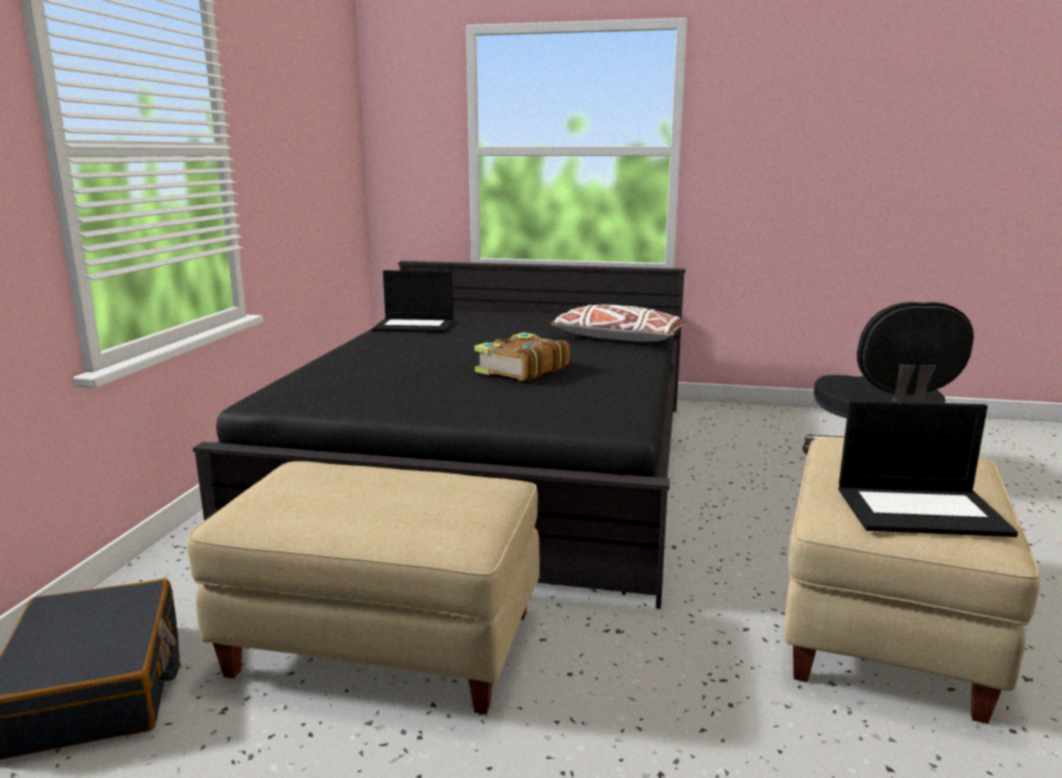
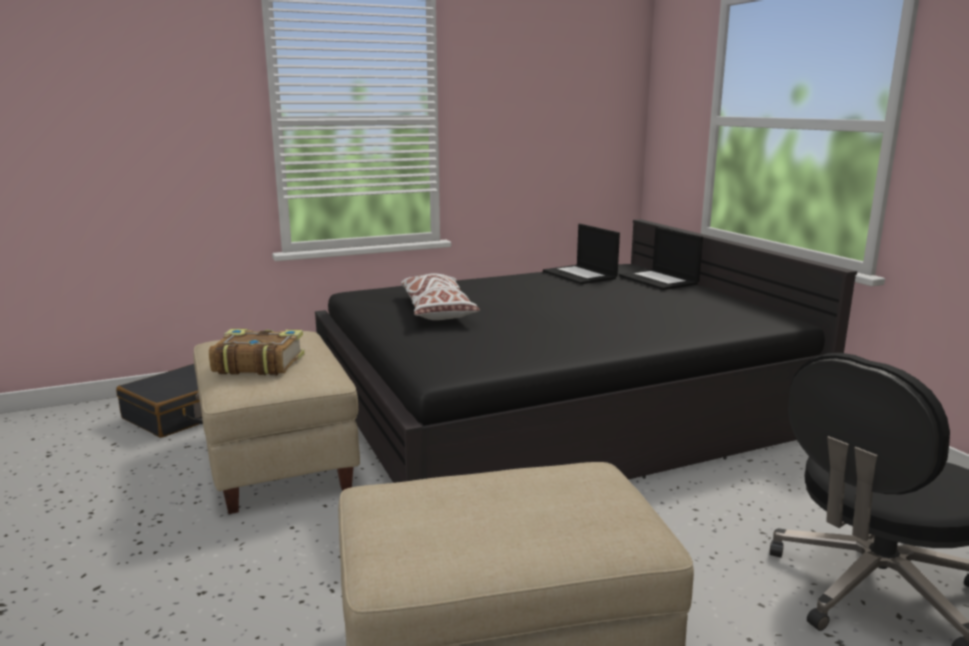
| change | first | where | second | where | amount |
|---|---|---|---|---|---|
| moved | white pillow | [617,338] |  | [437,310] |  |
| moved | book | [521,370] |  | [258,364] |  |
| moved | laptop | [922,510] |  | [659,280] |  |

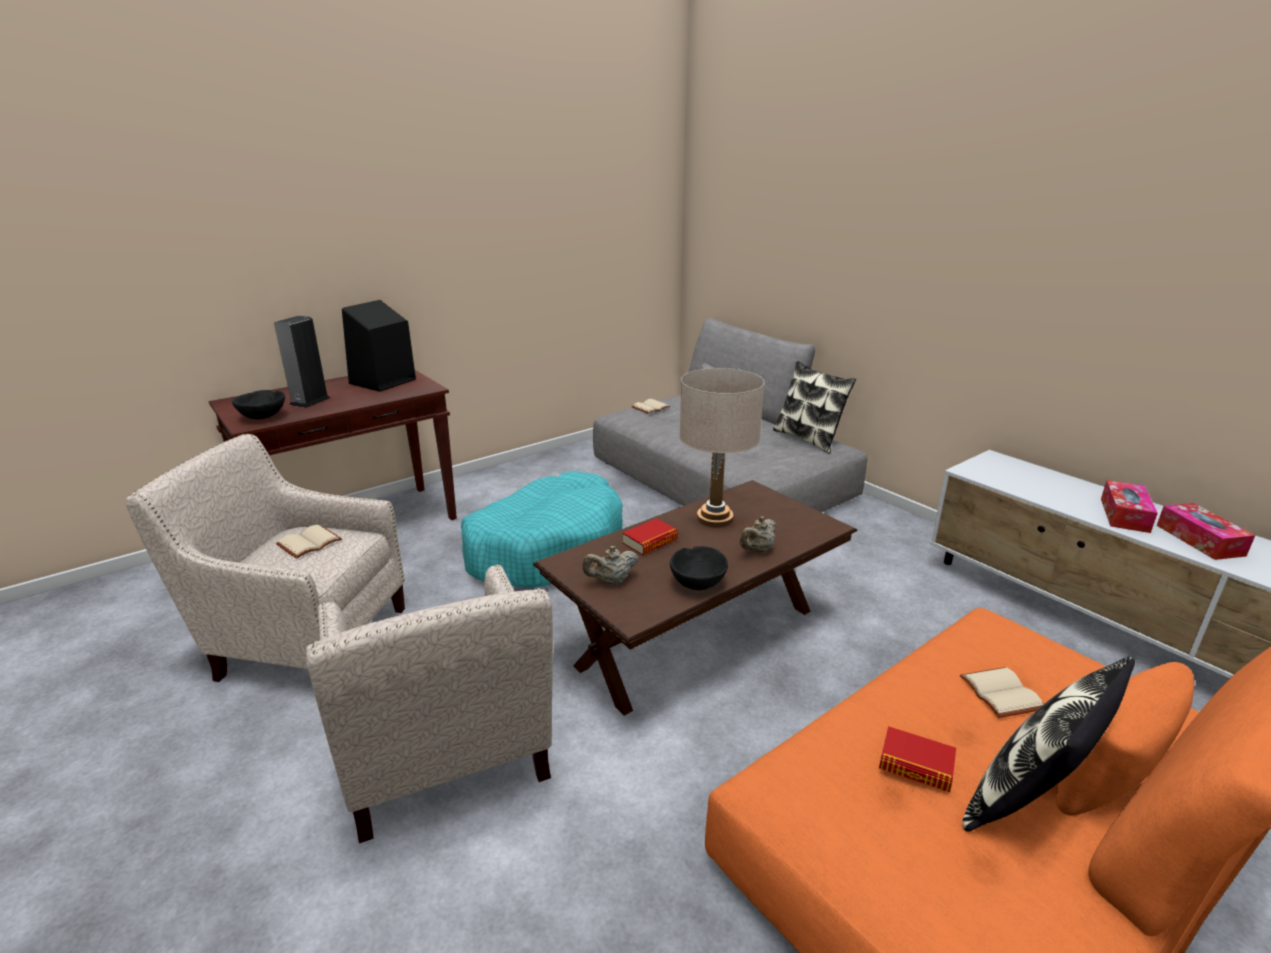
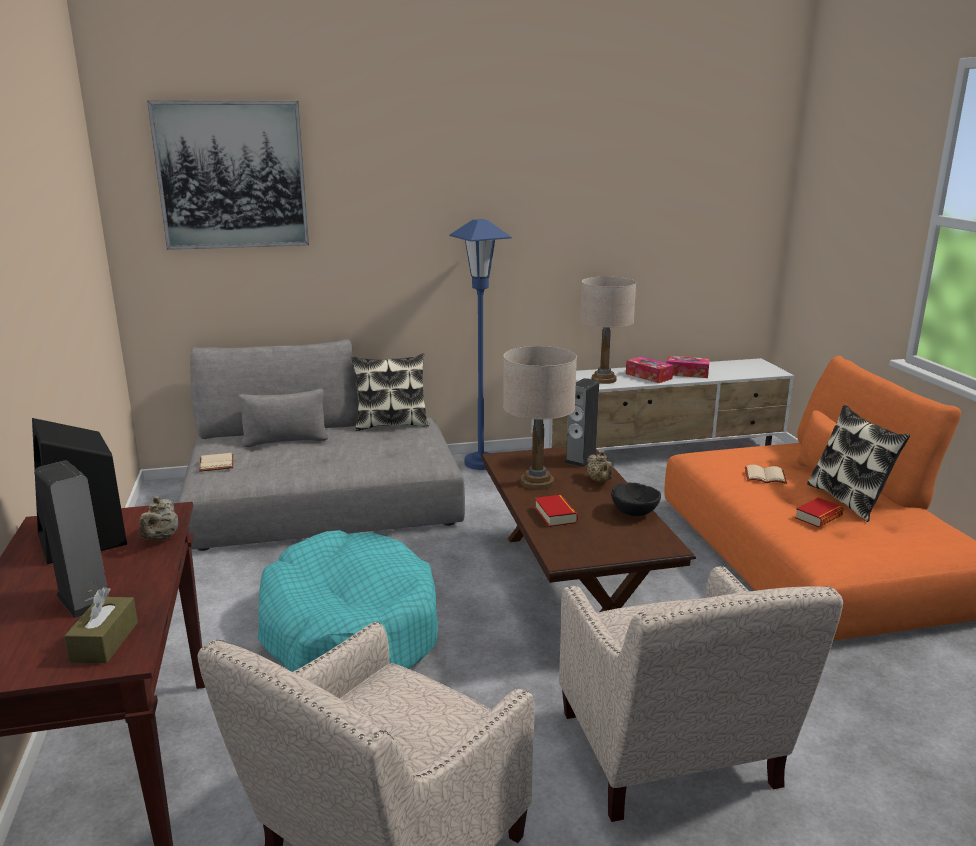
| change | first | where | second | where | amount |
|---|---|---|---|---|---|
| replaced | black bowl | [263,417] | brown tissue box | [105,642] |  |
| removed | beige book | [309,544] |  |  |  |
| moved | beige teapot | [611,581] |  | [161,538] |  |
| turned | beige armchair | [445,764] |  | [670,761] | 75 degrees clockwise |
| added |  |  | picture | [232,175] |  |
| added |  |  | blue floor lamp | [481,463] |  |
| added |  |  | beige table lamp | [603,380] |  |
| added |  |  | speaker | [581,460] |  |

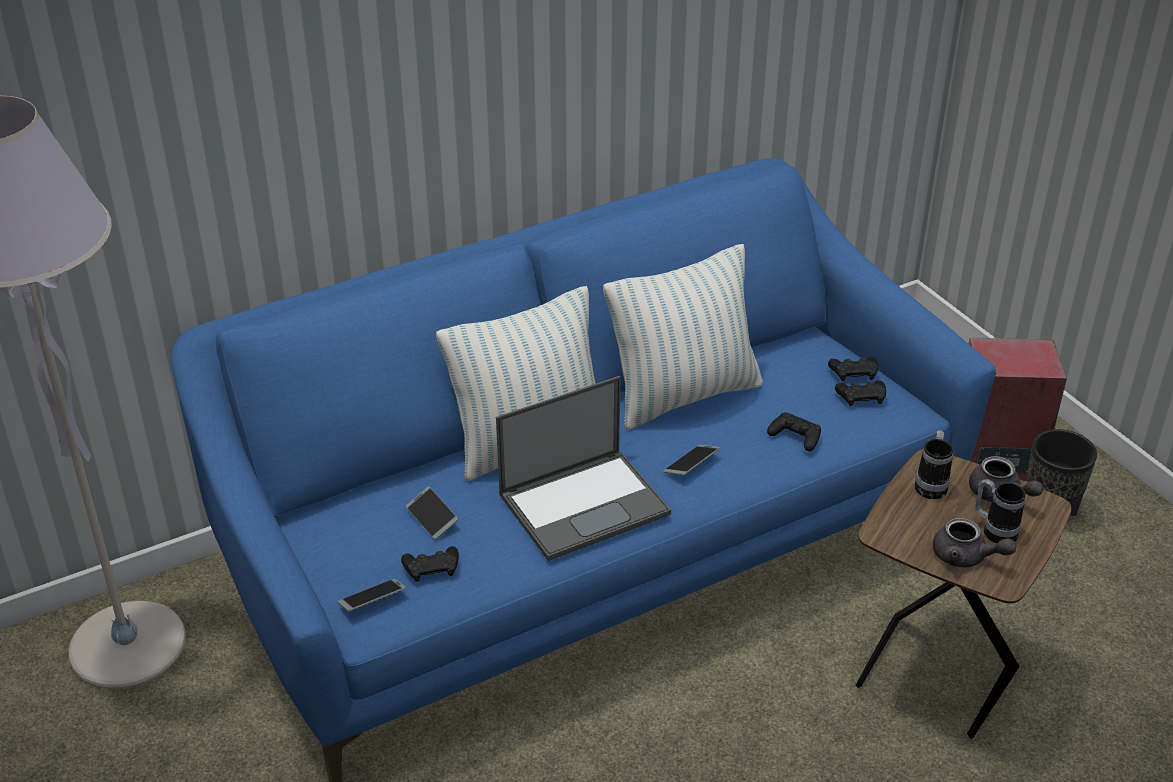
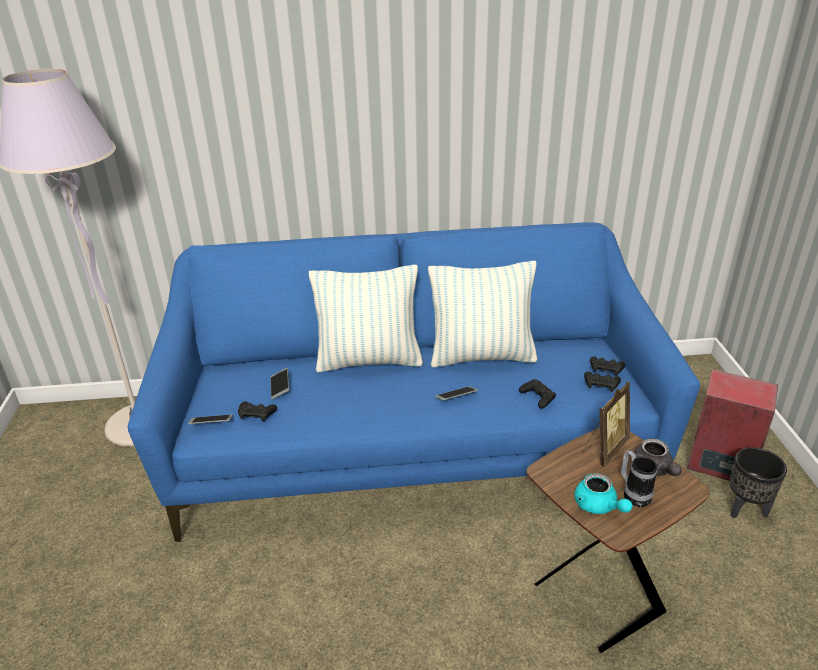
| change | first | where | second | where | amount |
|---|---|---|---|---|---|
| removed | laptop | [585,503] |  |  |  |
| replaced | mug | [931,484] | picture frame | [604,449] |  |
| recoloured | grey teapot | [966,557] | turquoise teapot | [598,506] |  |

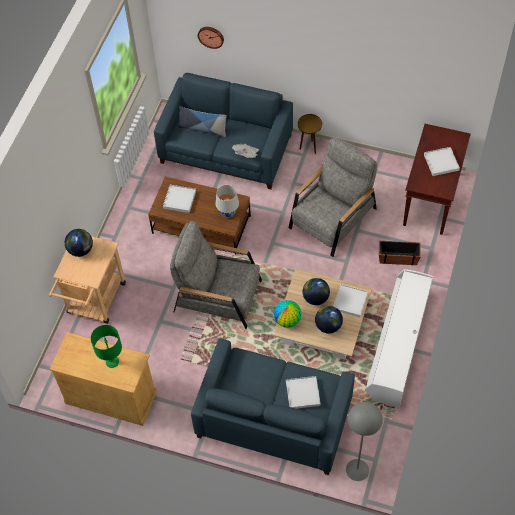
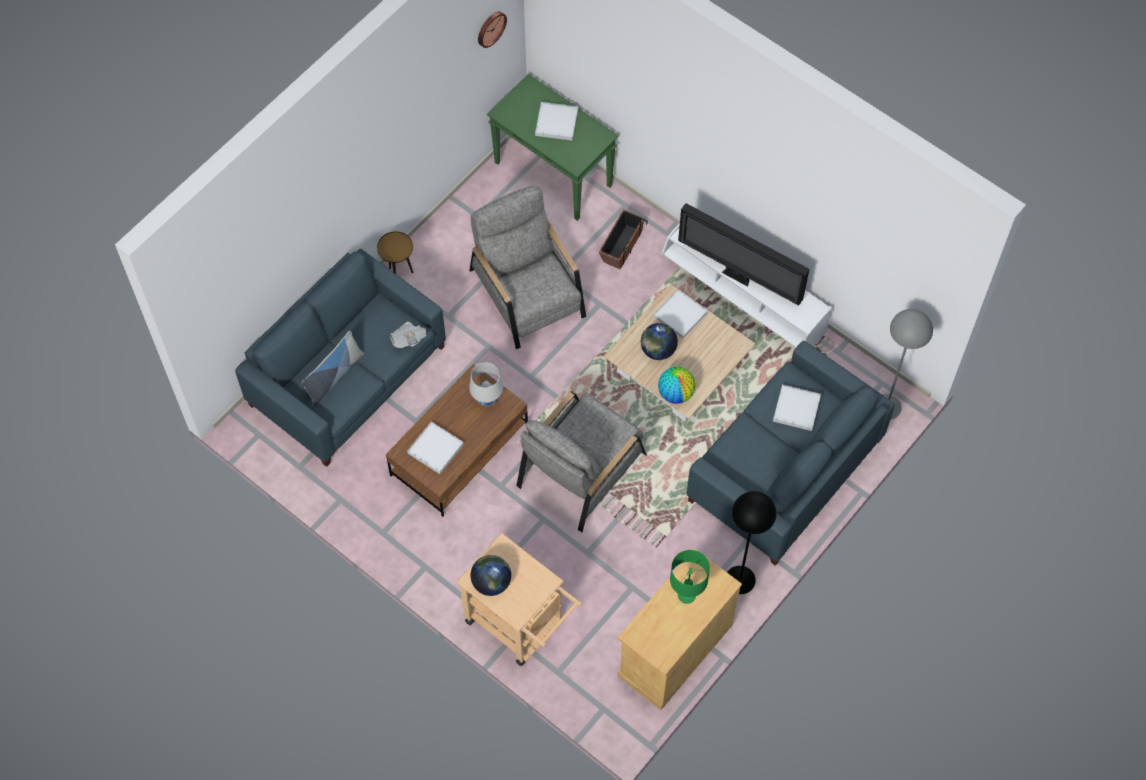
| change | first | where | second | where | amount |
|---|---|---|---|---|---|
| moved | wall clock | [211,36] |  | [490,28] |  |
| recoloured | brown console table | [431,200] | green console table | [554,174] |  |
| removed | globe | [328,326] |  |  |  |
| added |  |  | television | [738,277] |  |
| added |  |  | black floor lamp | [740,580] |  |

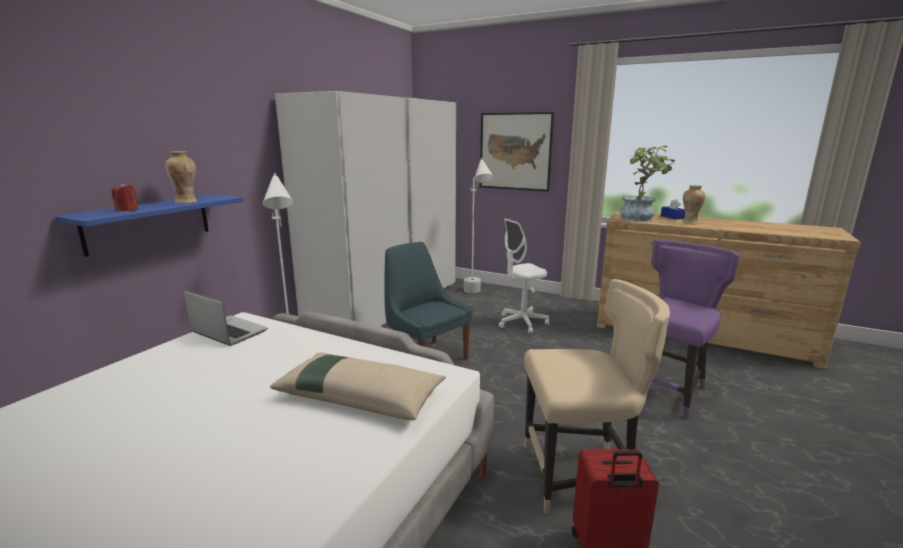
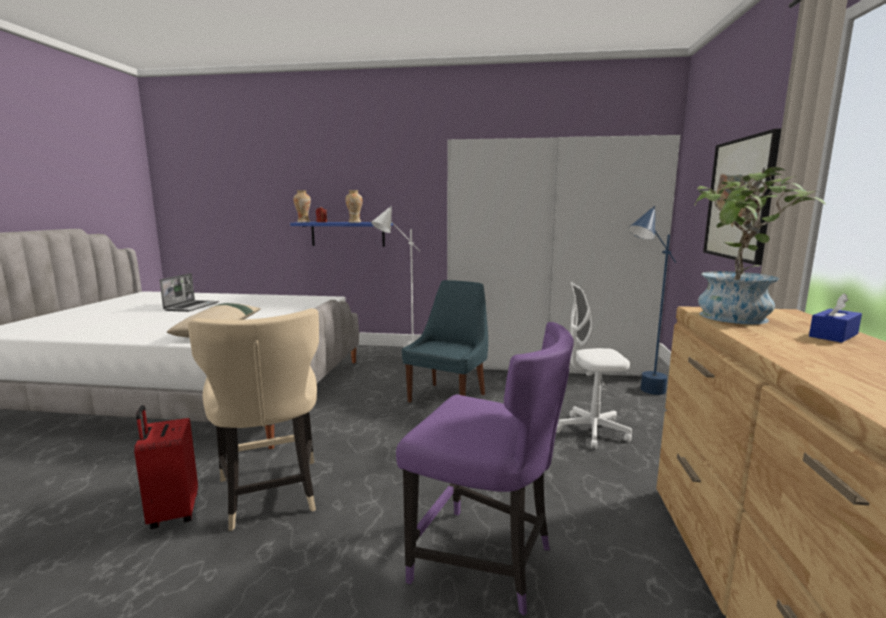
| change | first | where | second | where | amount |
|---|---|---|---|---|---|
| recoloured | white floor lamp | [476,295] | blue floor lamp | [641,394] |  |
| moved | vase | [690,223] |  | [303,222] |  |
| turned | white office chair | [522,323] |  | [591,431] | 45 degrees counterclockwise |
| moved | laptop | [228,332] |  | [192,306] |  |

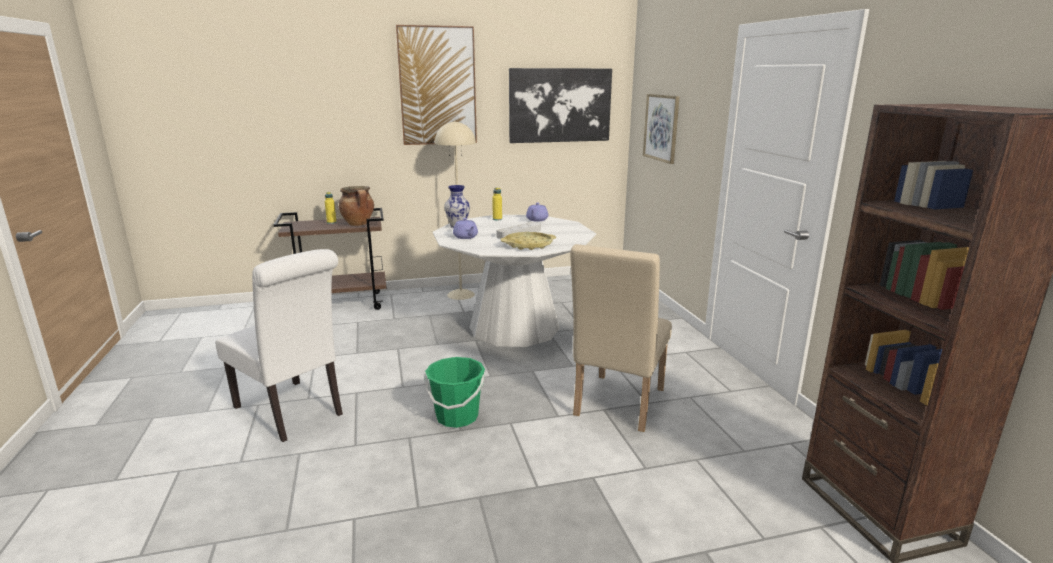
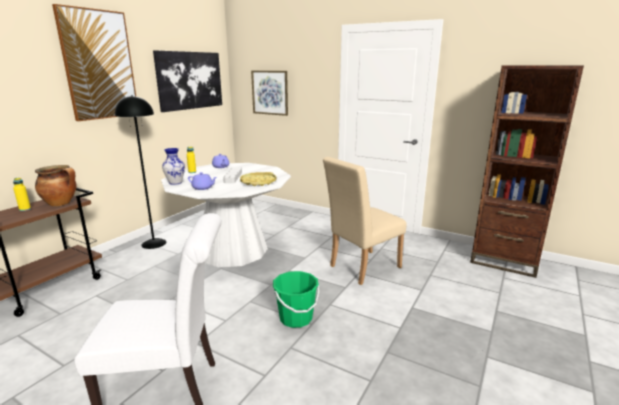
| change | first | where | second | where | amount |
|---|---|---|---|---|---|
| recoloured | beige floor lamp | [461,294] | black floor lamp | [154,243] |  |
| turned | beige chair | [616,405] |  | [361,268] | 75 degrees clockwise |

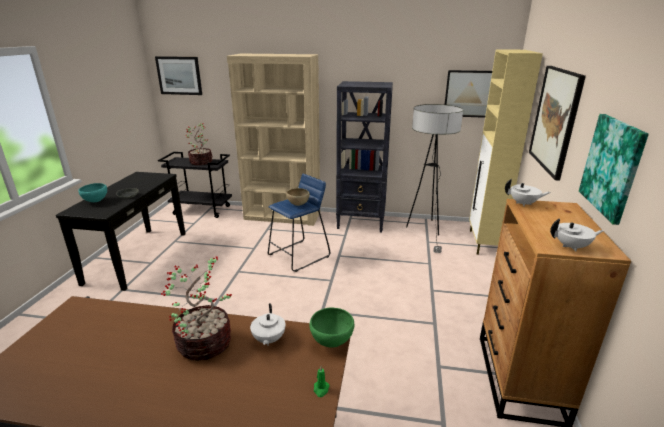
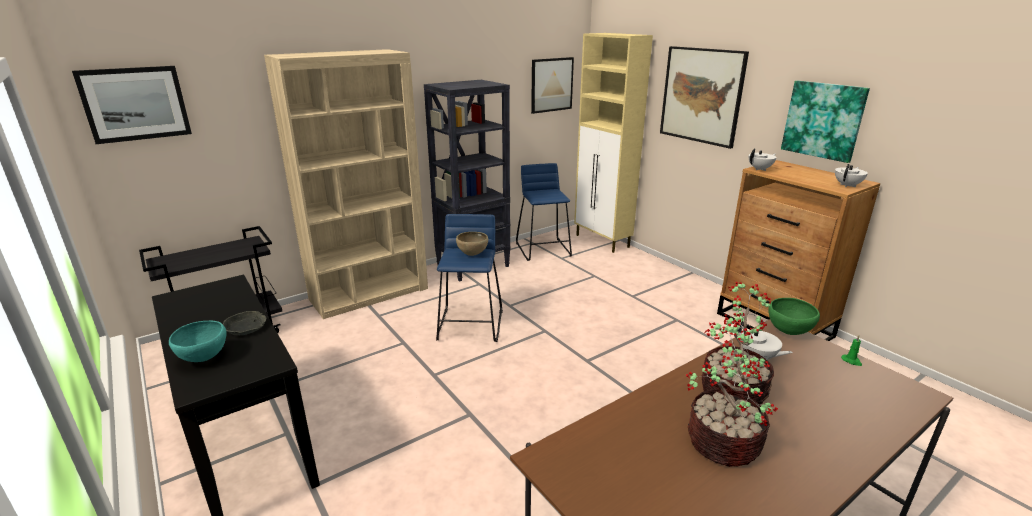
| change | first | where | second | where | amount |
|---|---|---|---|---|---|
| replaced | floor lamp | [425,231] | blue stool | [544,249] |  |
| moved | potted plant | [201,162] |  | [721,441] |  |

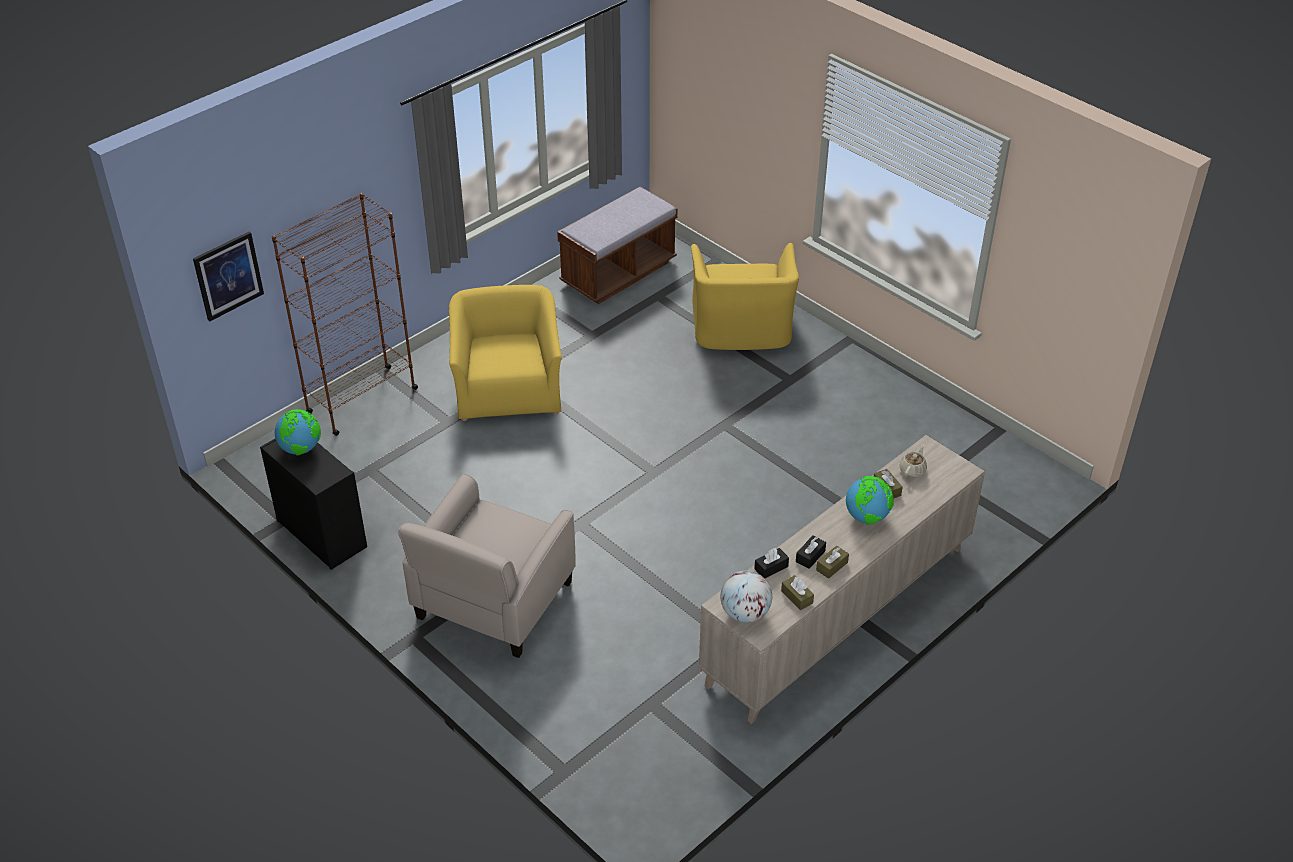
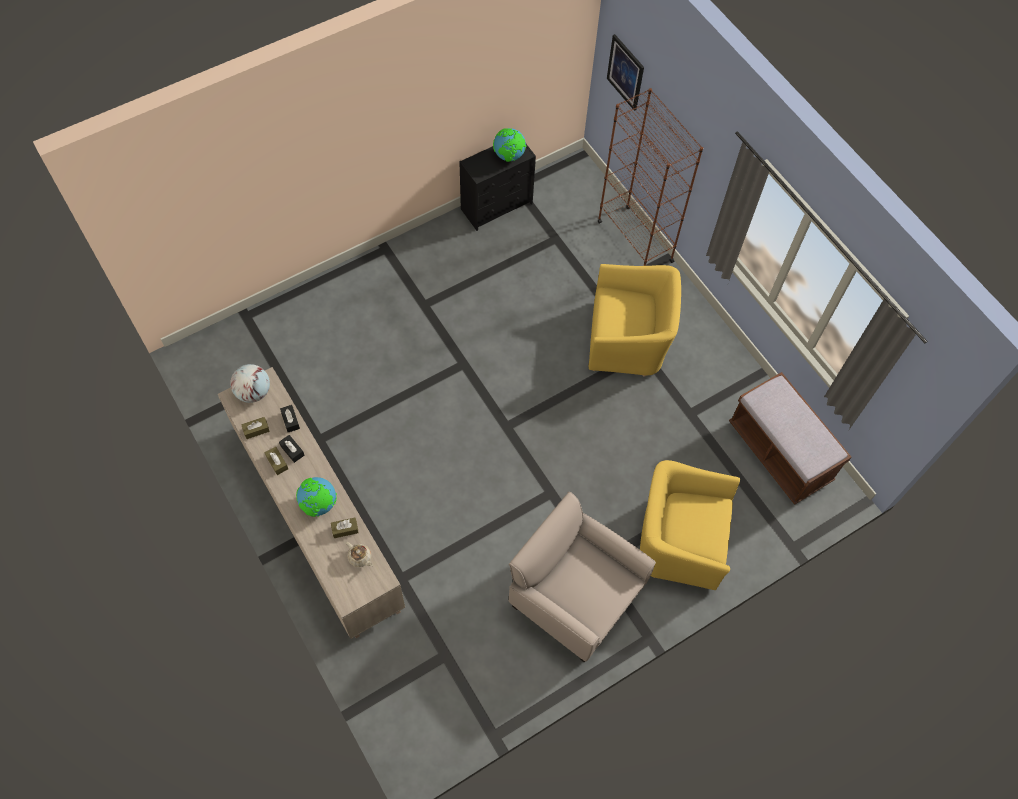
| change | first | where | second | where | amount |
|---|---|---|---|---|---|
| moved | beige armchair | [493,601] |  | [574,596] |  |

